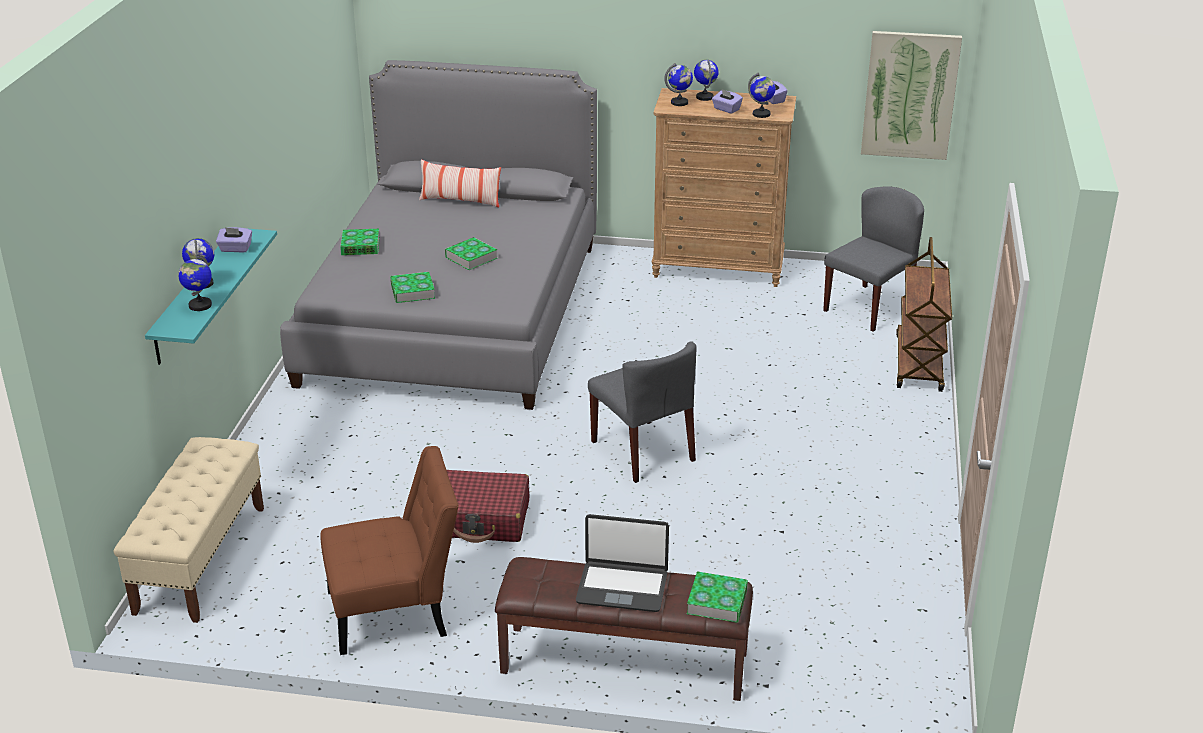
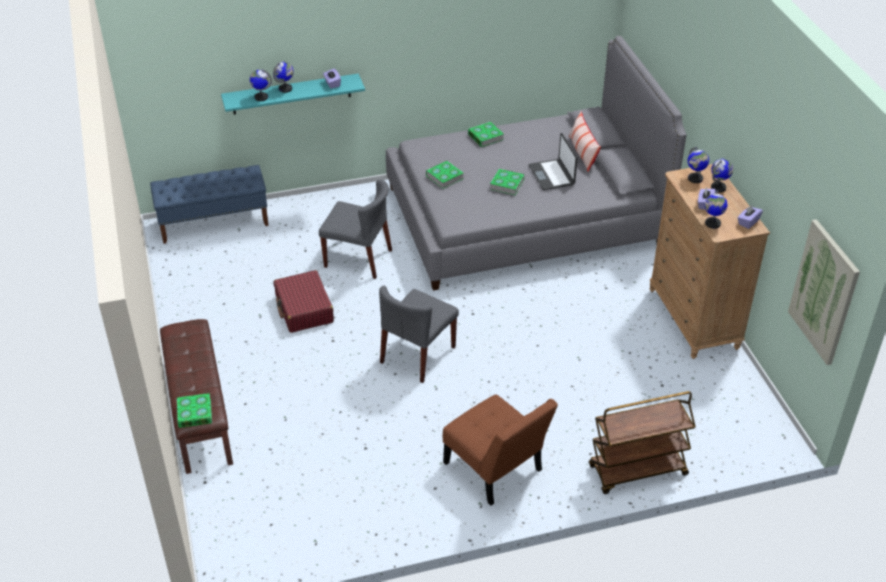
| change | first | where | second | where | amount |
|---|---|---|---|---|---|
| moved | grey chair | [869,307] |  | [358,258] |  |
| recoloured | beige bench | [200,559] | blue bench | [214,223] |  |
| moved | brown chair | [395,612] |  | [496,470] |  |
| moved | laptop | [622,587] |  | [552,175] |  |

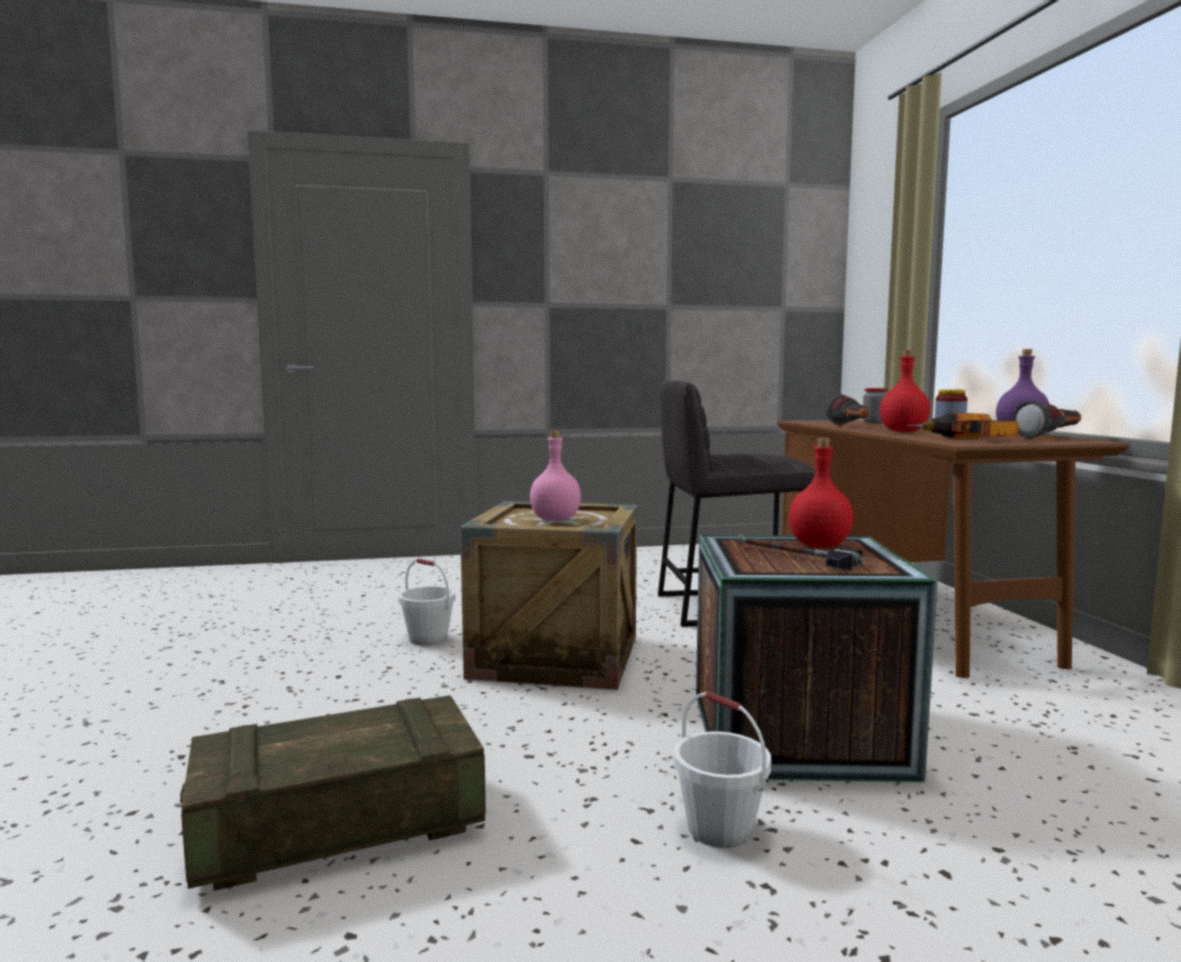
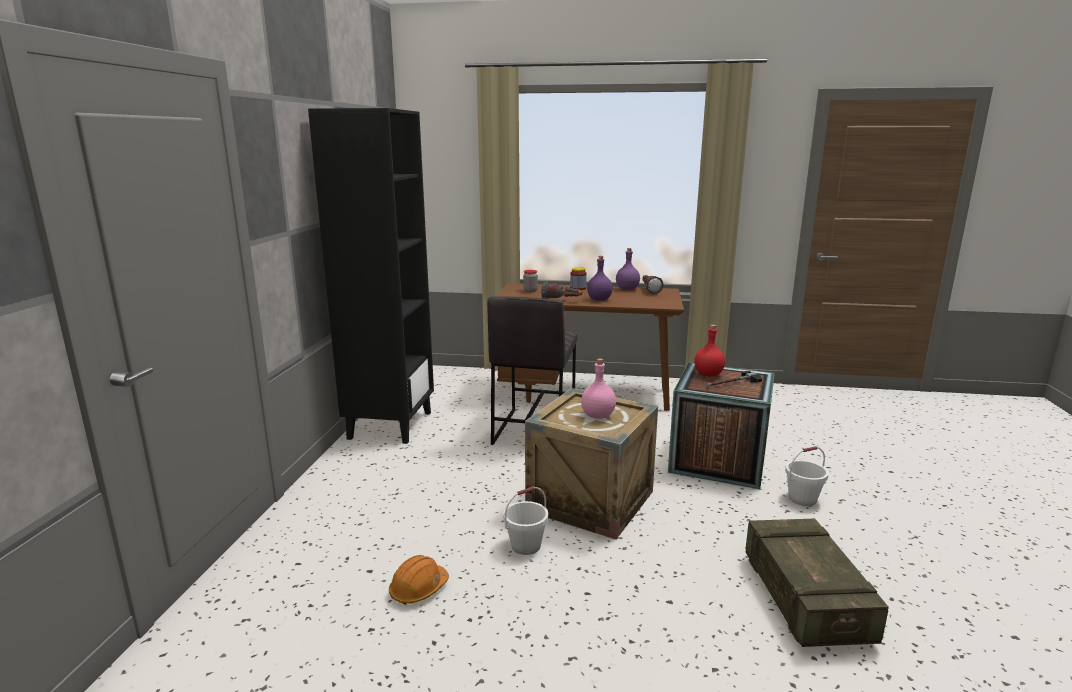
| change | first | where | second | where | amount |
|---|---|---|---|---|---|
| recoloured | red bottle | [902,431] | purple bottle | [599,299] |  |
| removed | power drill | [967,439] |  |  |  |
| added |  |  | black bookcase | [390,425] |  |
| added |  |  | orange hard hat | [419,589] |  |

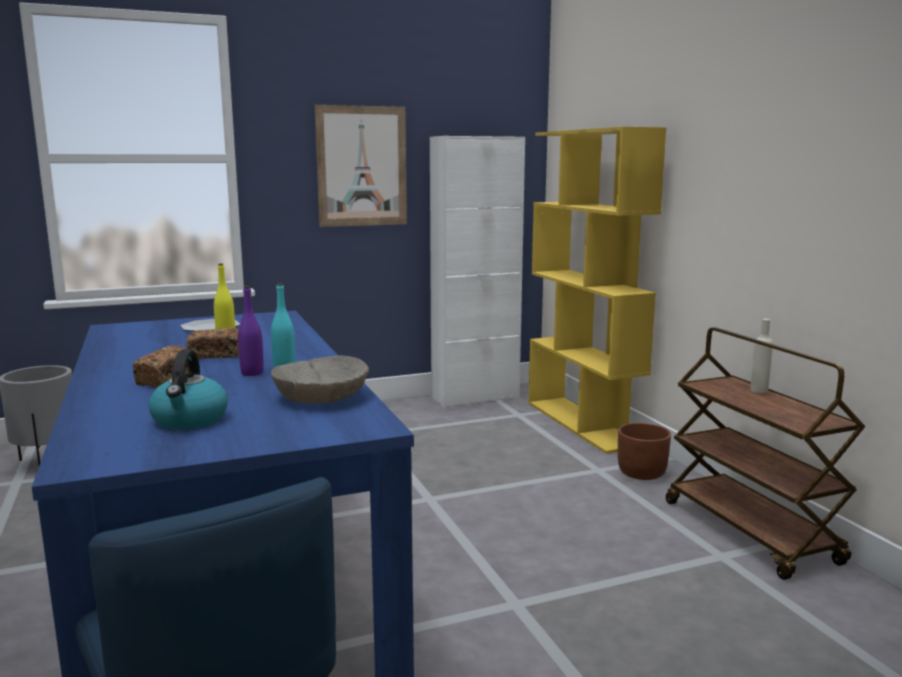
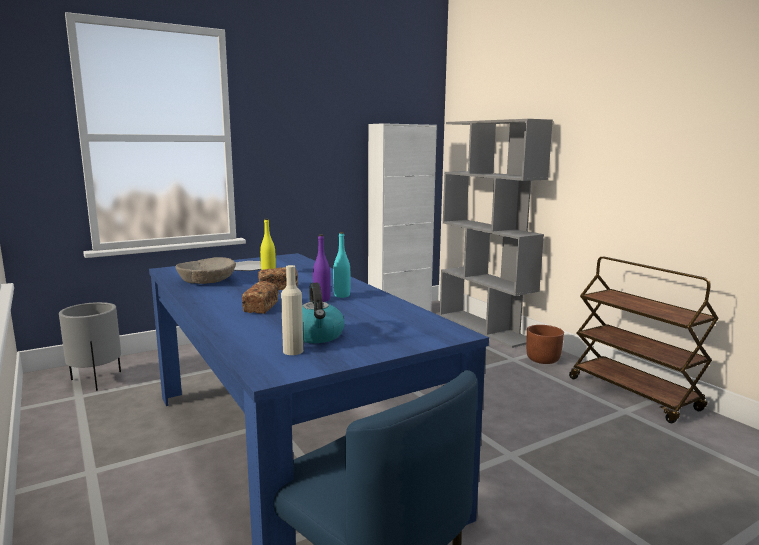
| change | first | where | second | where | amount |
|---|---|---|---|---|---|
| removed | picture | [362,166] |  |  |  |
| recoloured | yellow bookcase | [583,424] | grey bookcase | [485,328] |  |
| moved | beige bottle | [759,390] |  | [293,351] |  |
| moved | beige bowl | [321,397] |  | [207,281] |  |

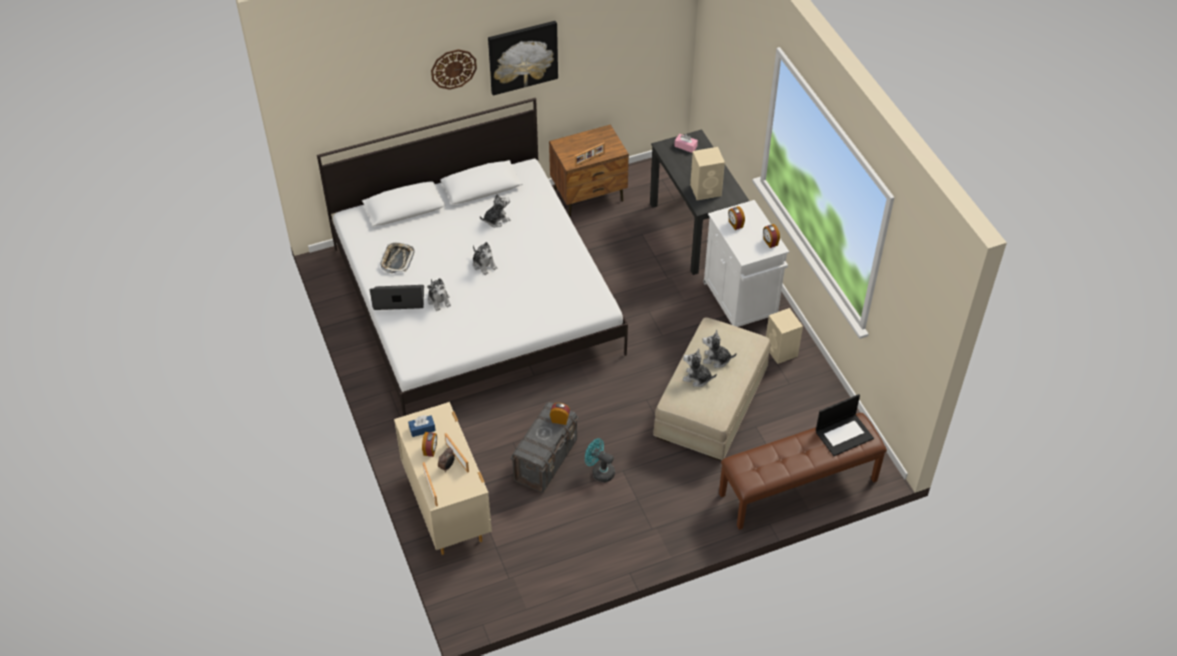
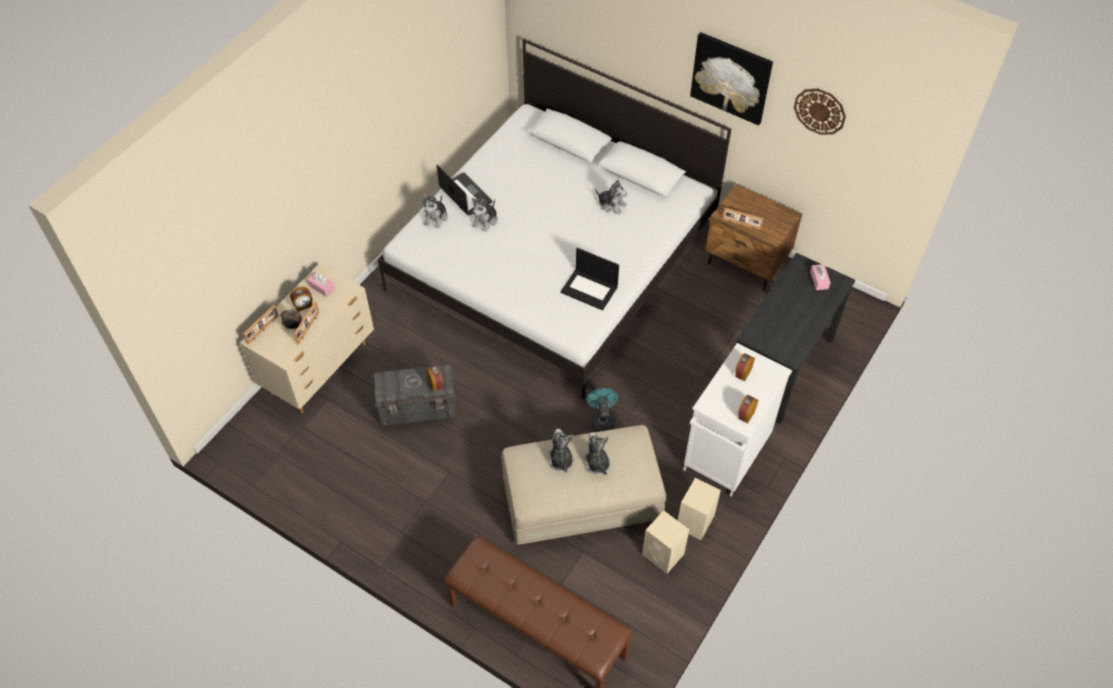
| change | first | where | second | where | amount |
|---|---|---|---|---|---|
| moved | wall clock | [453,68] |  | [820,111] |  |
| moved | beige speaker | [706,190] |  | [663,555] |  |
| moved | plush toy | [484,265] |  | [436,217] |  |
| removed | tray | [397,260] |  |  |  |
| moved | laptop | [844,434] |  | [590,289] |  |
| recoloured | blue tissue box | [422,429] | pink tissue box | [321,287] |  |
| moved | turquoise fan | [599,471] |  | [601,420] |  |

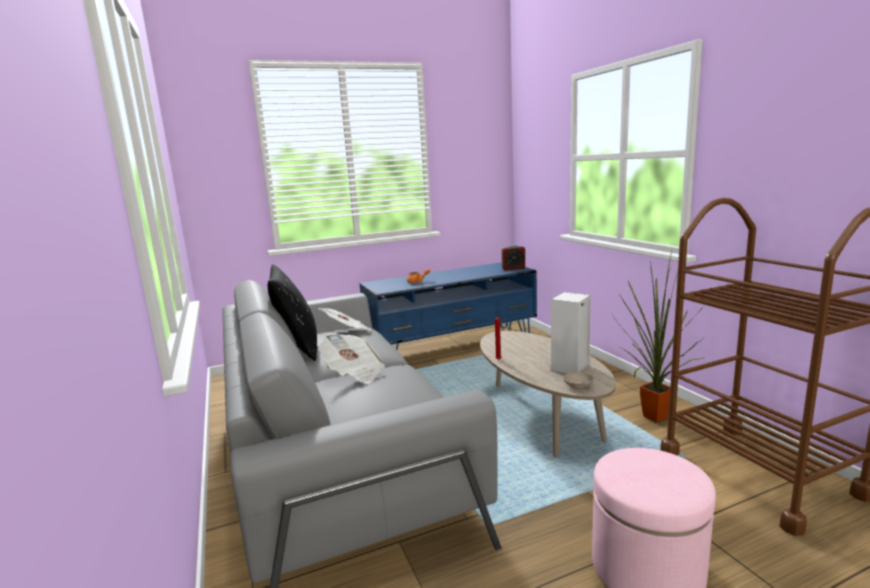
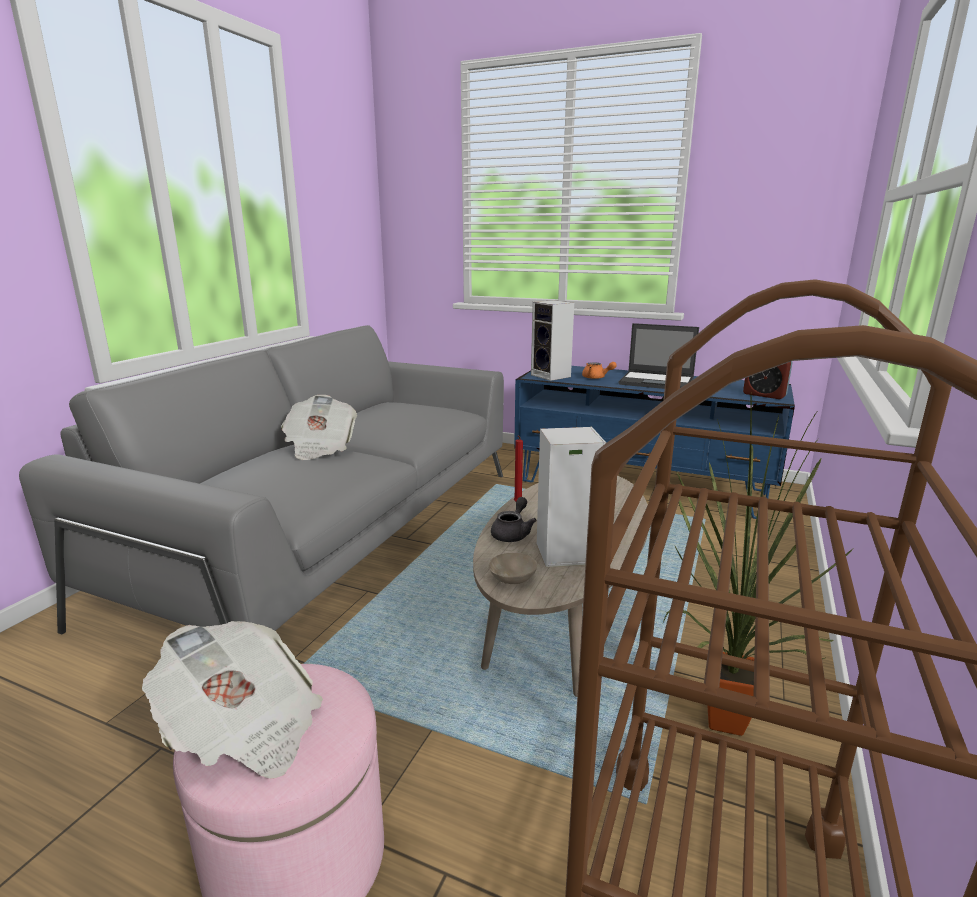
| change | first | where | second | where | amount |
|---|---|---|---|---|---|
| removed | black pillow | [298,348] |  |  |  |
| moved | newspaper | [347,331] |  | [244,728] |  |
| added |  |  | speaker | [552,376] |  |
| added |  |  | laptop | [657,382] |  |
| added |  |  | grey teapot | [512,533] |  |

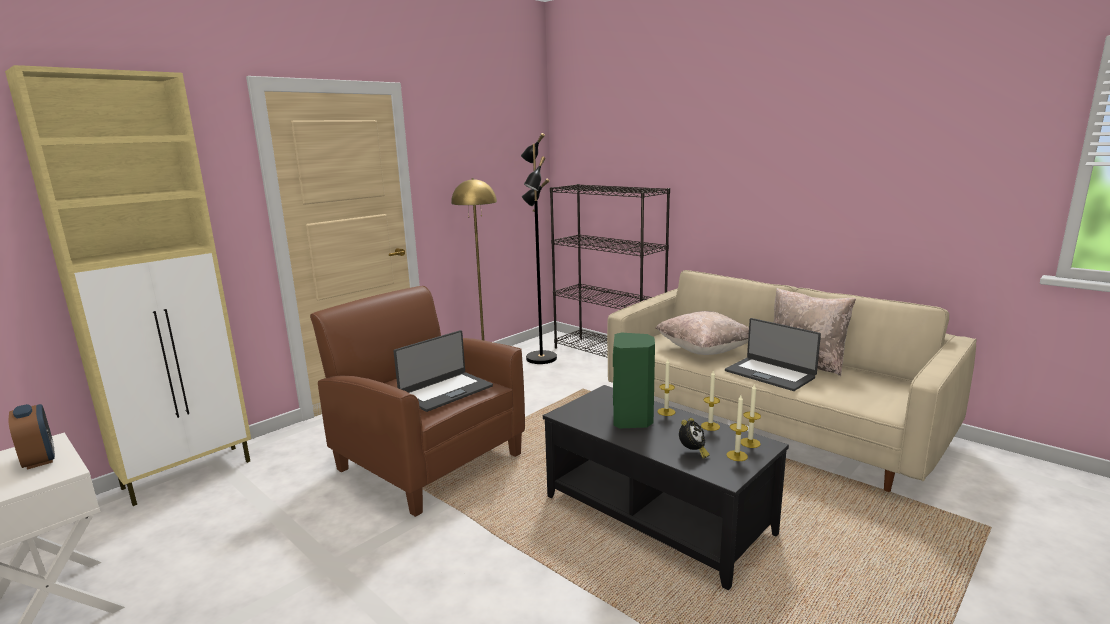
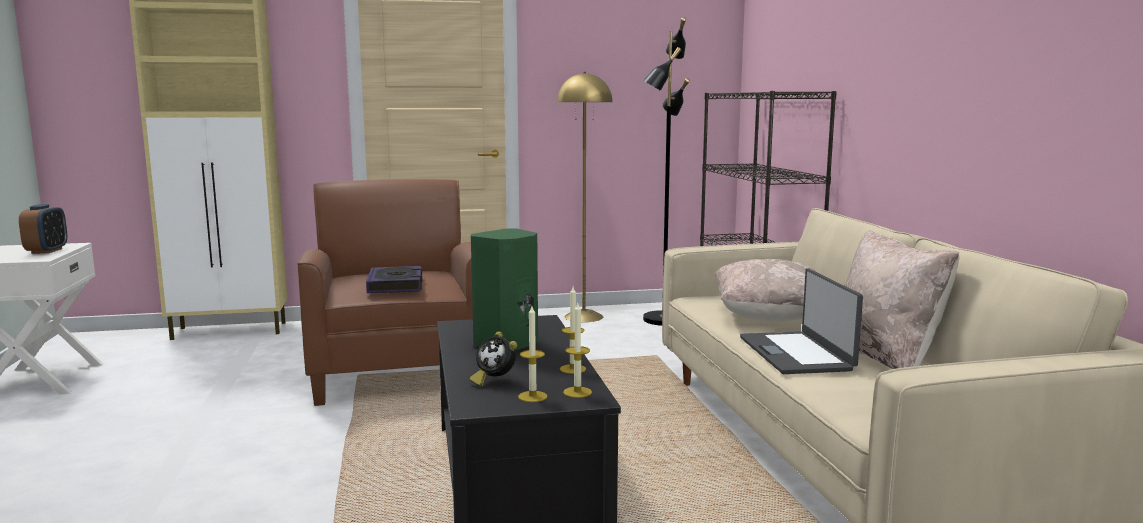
| change | first | where | second | where | amount |
|---|---|---|---|---|---|
| replaced | laptop | [445,391] | book | [396,285] |  |
| removed | candle | [666,412] |  |  |  |
| turned | alarm clock | [692,453] |  | [494,381] | 60 degrees clockwise |

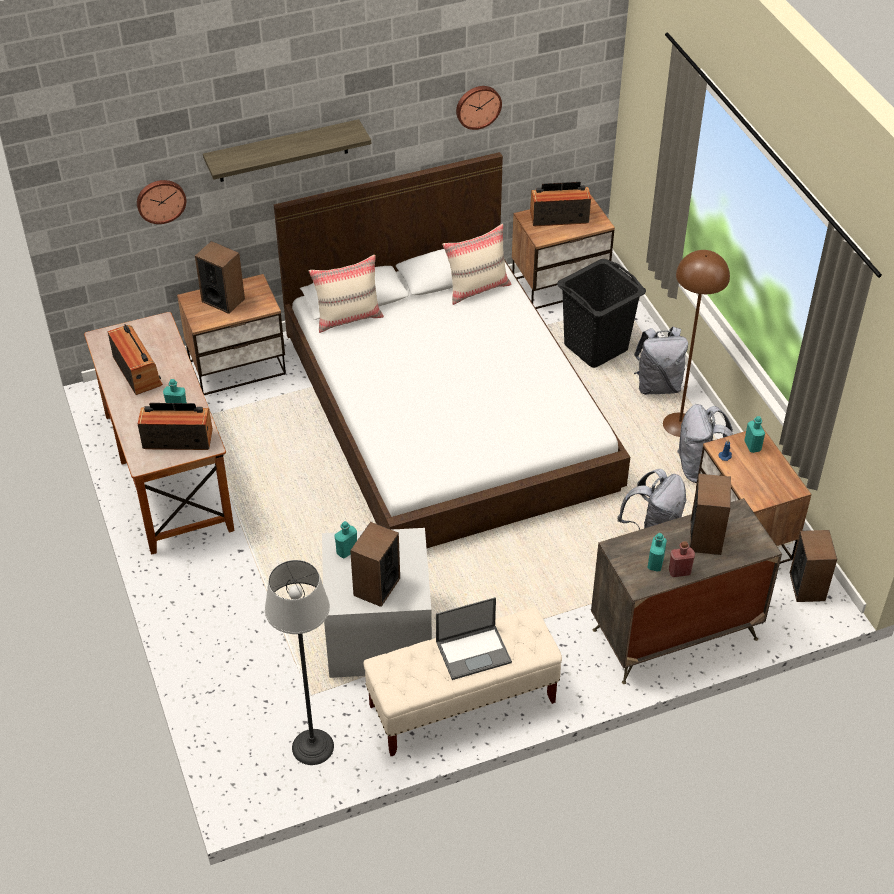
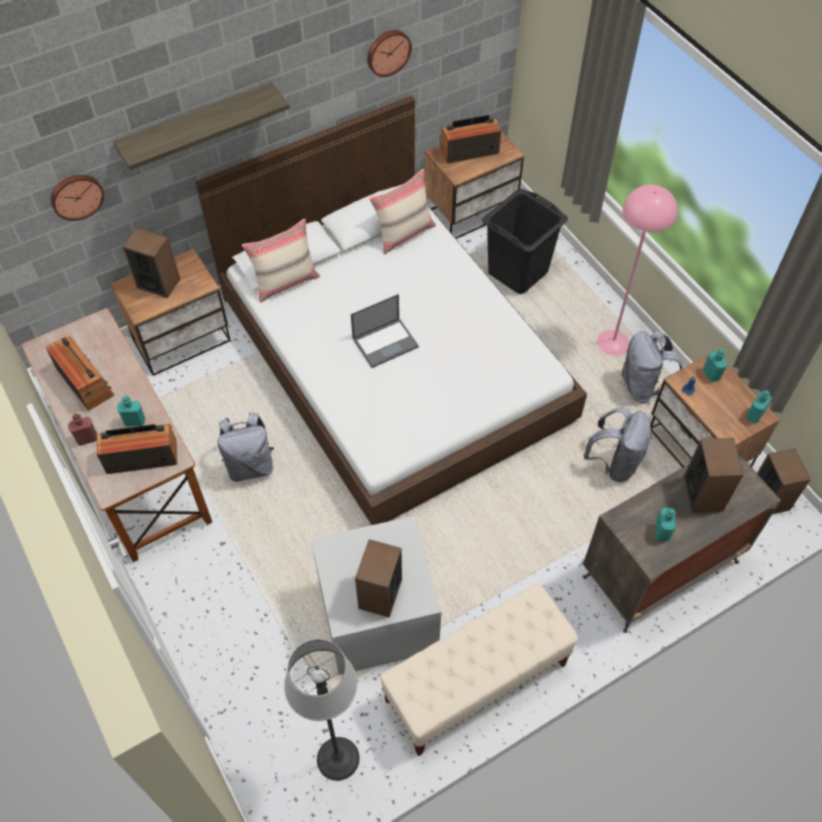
| change | first | where | second | where | amount |
|---|---|---|---|---|---|
| recoloured | brown floor lamp | [679,425] | pink floor lamp | [612,343] |  |
| moved | grey backpack | [658,385] |  | [250,465] |  |
| moved | turquoise bottle | [347,551] |  | [754,415] |  |
| moved | red bottle | [679,572] |  | [87,439] |  |
| moved | laptop | [474,651] |  | [386,342] |  |

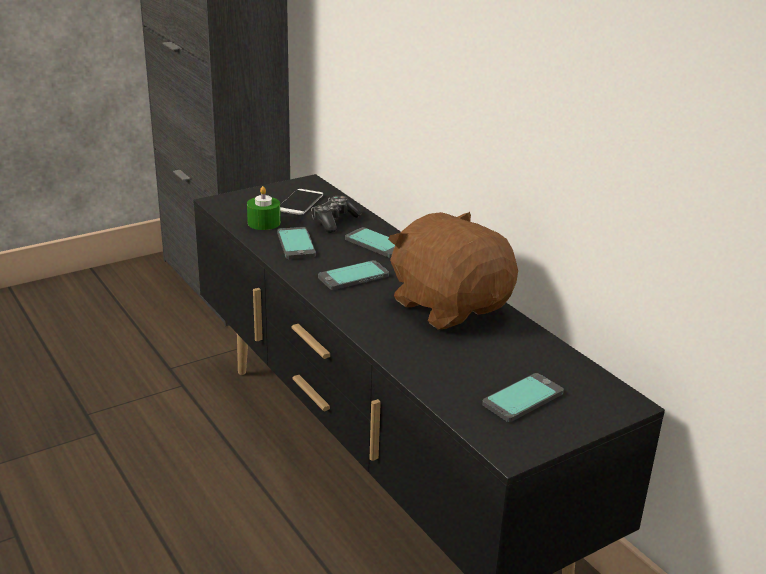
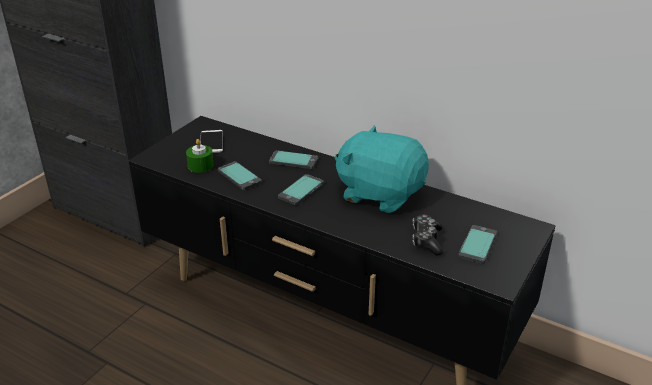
| change | first | where | second | where | amount |
|---|---|---|---|---|---|
| moved | game controller | [334,221] |  | [426,240] |  |
| recoloured | brown plush toy | [449,306] | turquoise plush toy | [380,193] |  |

